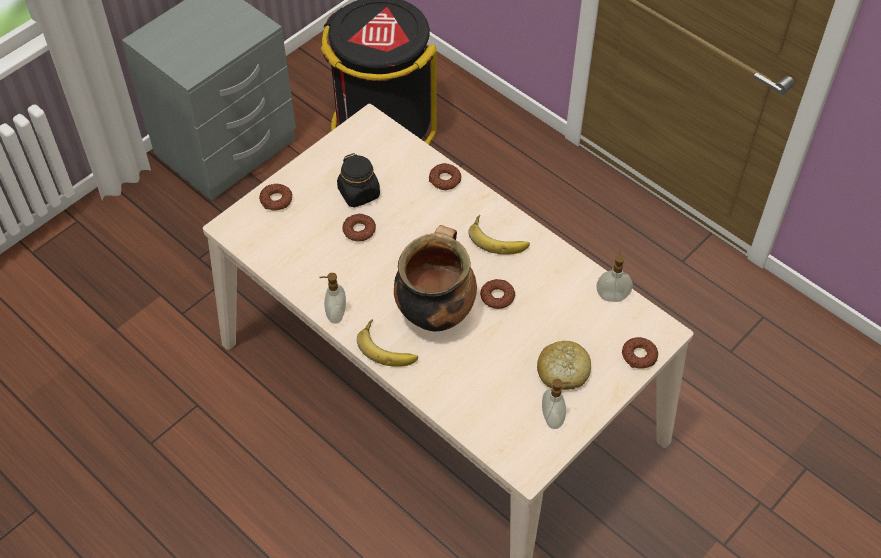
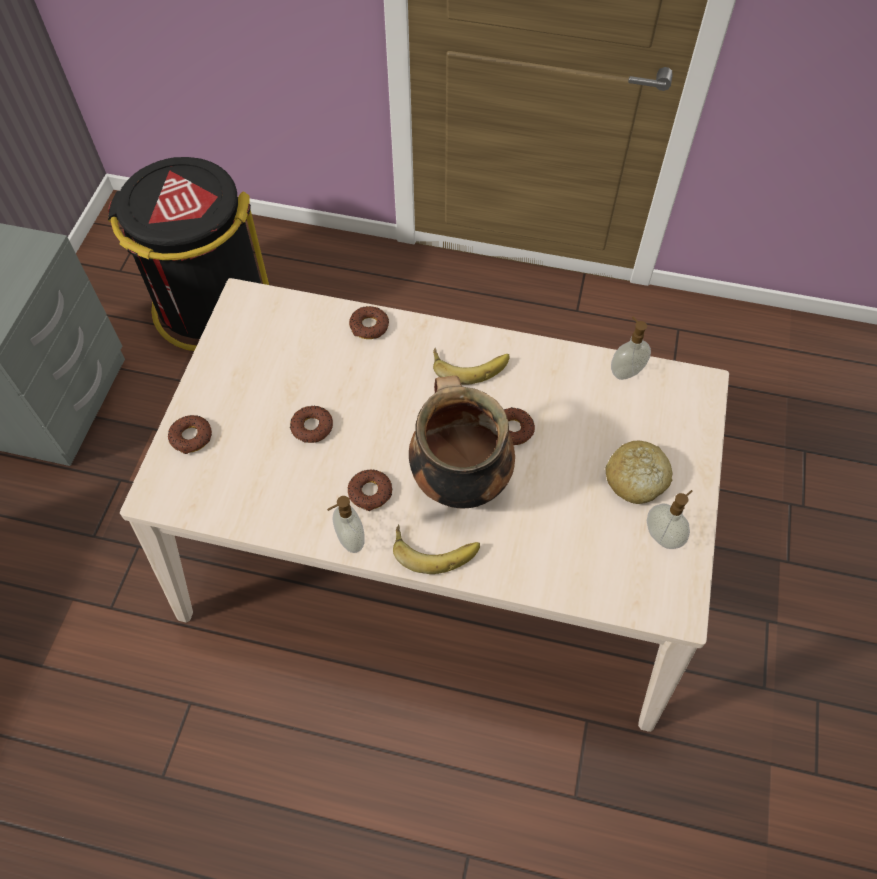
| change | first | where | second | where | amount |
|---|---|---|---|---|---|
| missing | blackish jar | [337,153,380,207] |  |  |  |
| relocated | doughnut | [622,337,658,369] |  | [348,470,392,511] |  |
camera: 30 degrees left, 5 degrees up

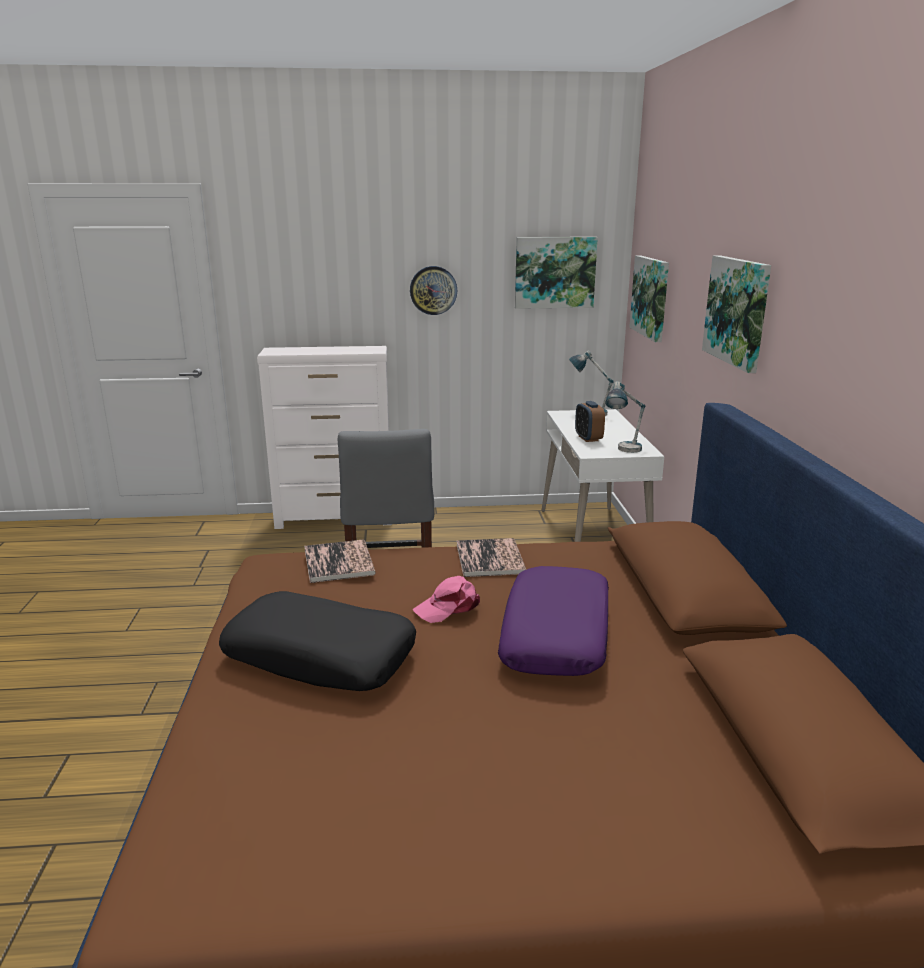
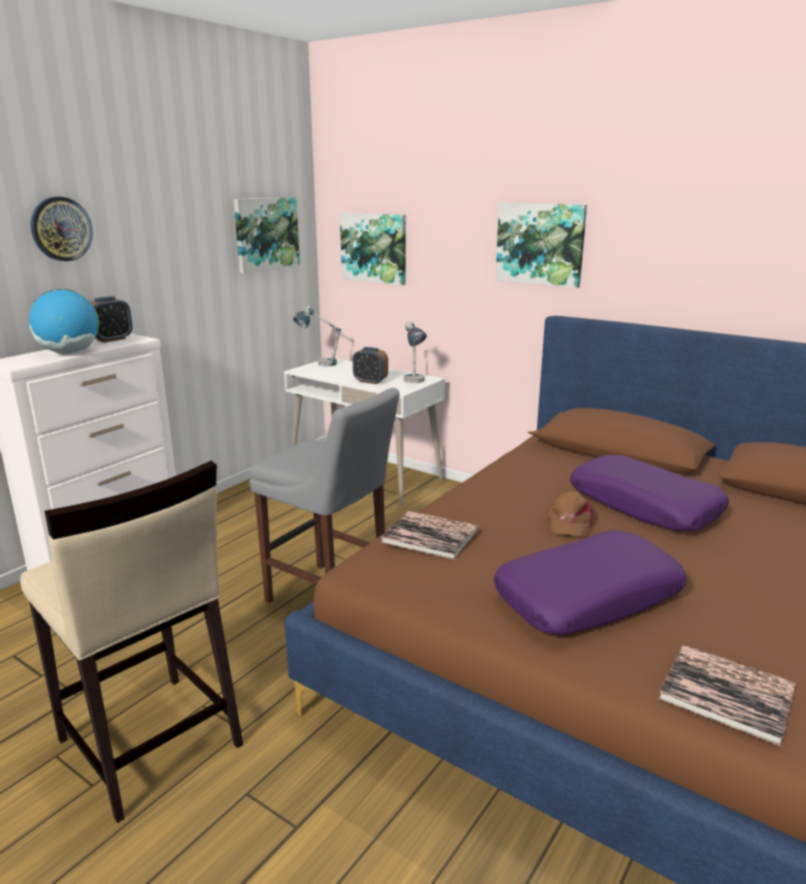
| change | first | where | second | where | amount |
|---|---|---|---|---|---|
| relocated | clock on the wall | [410,266,457,315] |  | [30,197,93,262] |  |
| relocated | bound book | [457,538,526,577] |  | [658,644,796,746] |  |
| colour | pink peaked cap | [413,576,480,623] | brown peaked cap | [547,491,594,537] |  |
| colour | blackish throw pillow | [219,591,416,691] | purple throw pillow | [494,530,687,635] |  |
| appeared |  |  | world globe | [29,289,99,354] |  |
| appeared |  |  | alarm clock | [90,296,133,343] |  |
| appeared |  |  | beige sitting stool | [20,461,243,823] |  |
camera: 50 degrees left, 0 degrees up

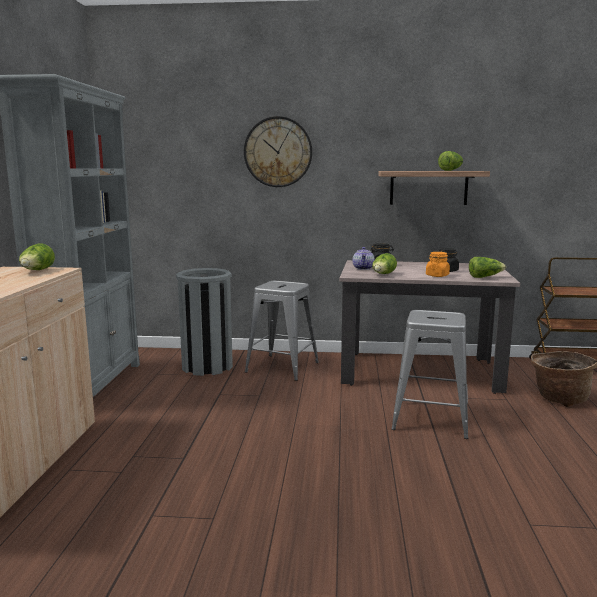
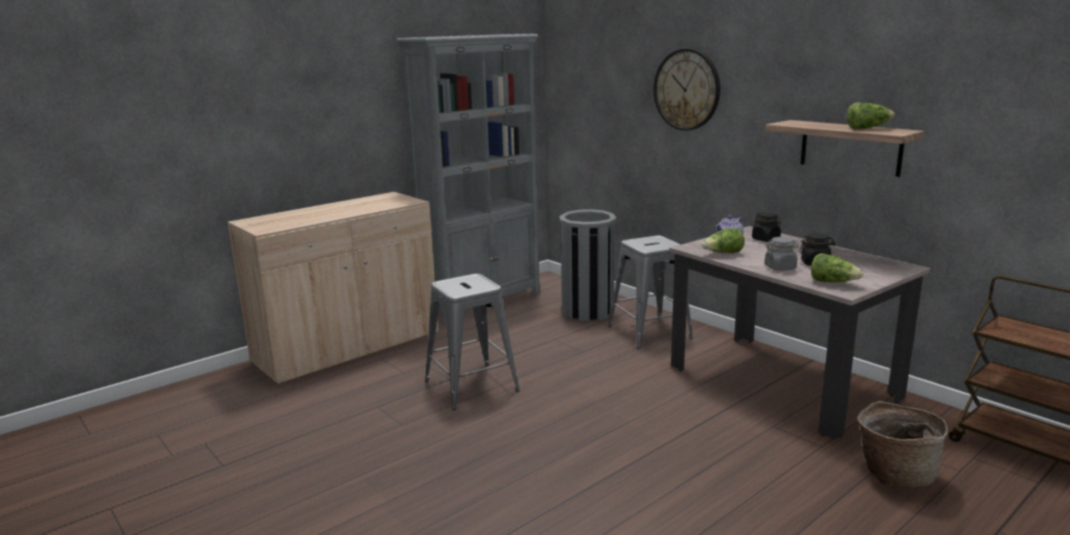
| change | first | where | second | where | amount |
|---|---|---|---|---|---|
| missing | lettuce | [19,243,55,270] |  |  |  |
| colour | orange-coloured jar | [426,252,450,277] | greyish jar | [764,237,799,271] |  |
| relocated | greyish sitting stool | [391,310,468,439] |  | [425,274,520,410] |  |
camera: 45 degrees right, 5 degrees up

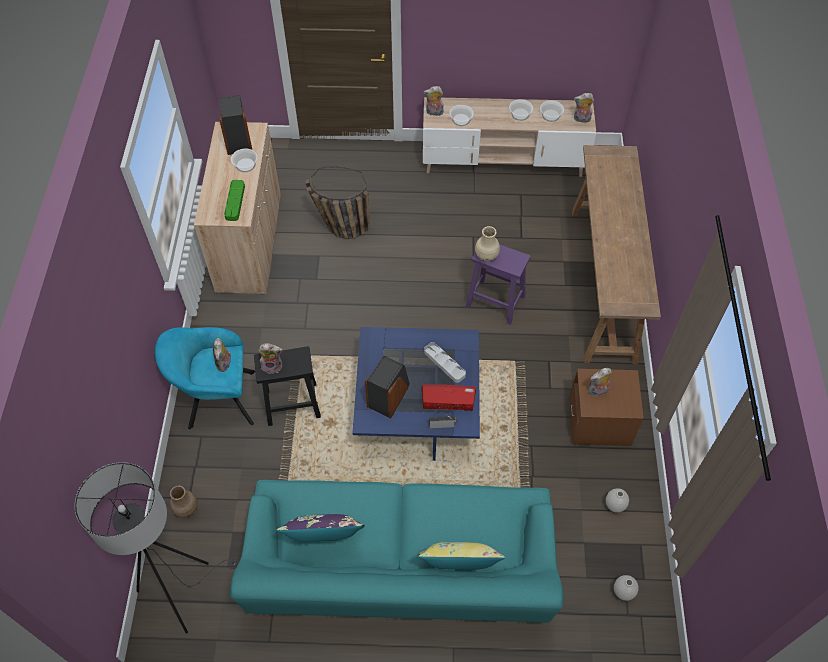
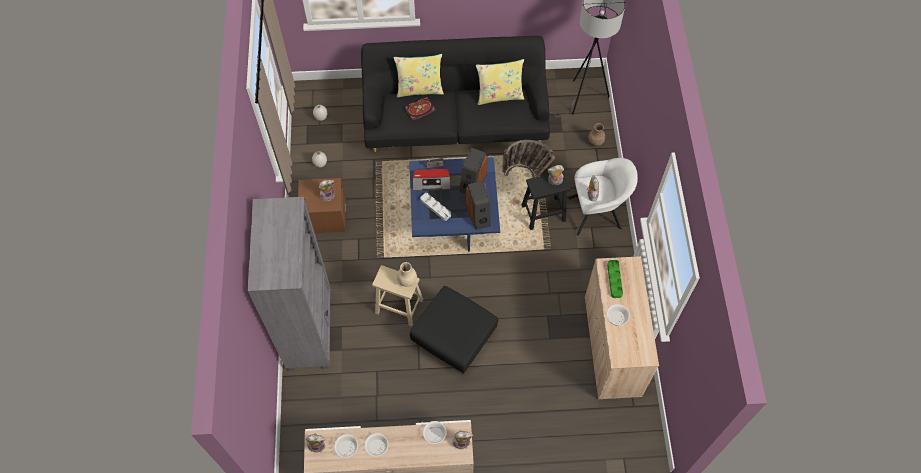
| change | first | where | second | where | amount |
|---|---|---|---|---|---|
| relocated | audio speaker | [219,95,252,155] |  | [466,181,491,230] |  |
| exchanged | brown hall table | [572,145,661,364] | greyish shelving unit | [248,197,331,371] |  |
| relocated | storage basket | [305,166,370,239] |  | [502,140,555,178] |  |
| colour | purple sitting stool | [466,244,531,325] | beige sitting stool | [372,265,423,327] |  |
| colour | blue-green armchair | [155,327,255,429] | white-coloured armchair | [567,158,638,236] |  |
| colour | blue-green sofa | [230,480,564,623] | blackish sofa | [361,36,550,152] |  |
| colour | purple throw pillow | [276,514,365,542] | yellow-coloured throw pillow | [476,59,524,105] |  |
| appeared |  |  | bound book | [405,97,436,121] |  |
| appeared |  |  | blackish pouffe | [410,286,499,374] |  |
camera: 175 degrees right, 5 degrees up

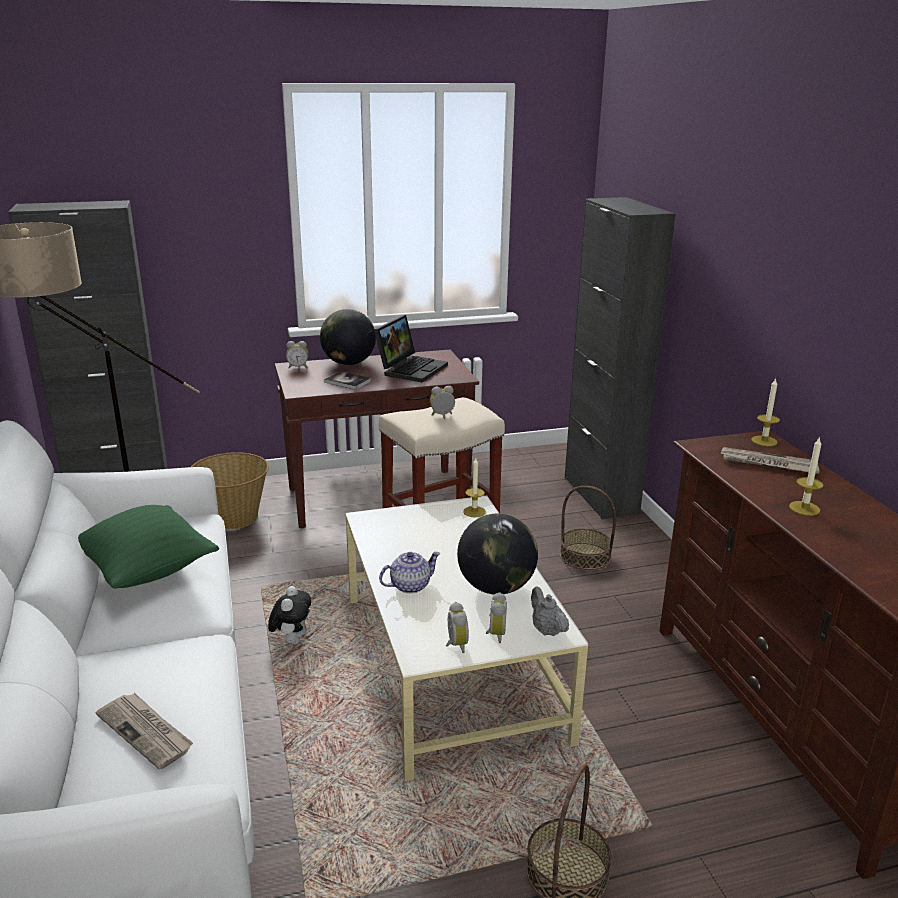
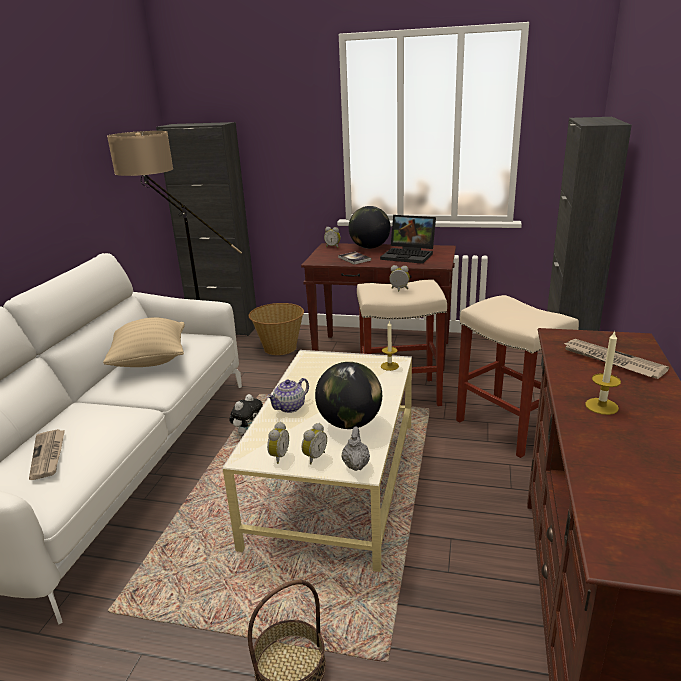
| change | first | where | second | where | amount |
|---|---|---|---|---|---|
| spun | laptop | [374,315,448,382] |  | [380,215,436,264] | 60 degrees clockwise |
| missing | wax candle | [751,378,780,446] |  |  |  |
| exchanged | storage basket | [560,486,616,570] | beige sitting stool | [456,295,579,458] |  |
| colour | green-coloured throw pillow | [78,505,219,589] | beige throw pillow | [103,317,185,367] |  |
| spun | pot for tea | [379,552,440,594] |  | [267,378,309,413] | 135 degrees clockwise |
camera: 30 degrees right, 0 degrees up

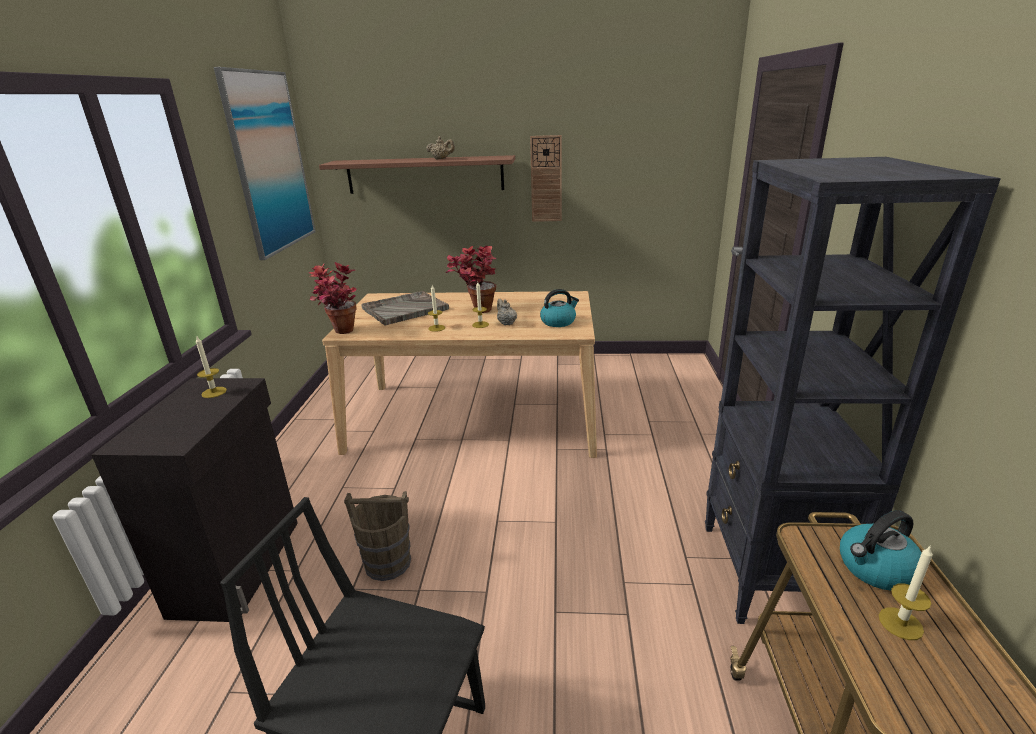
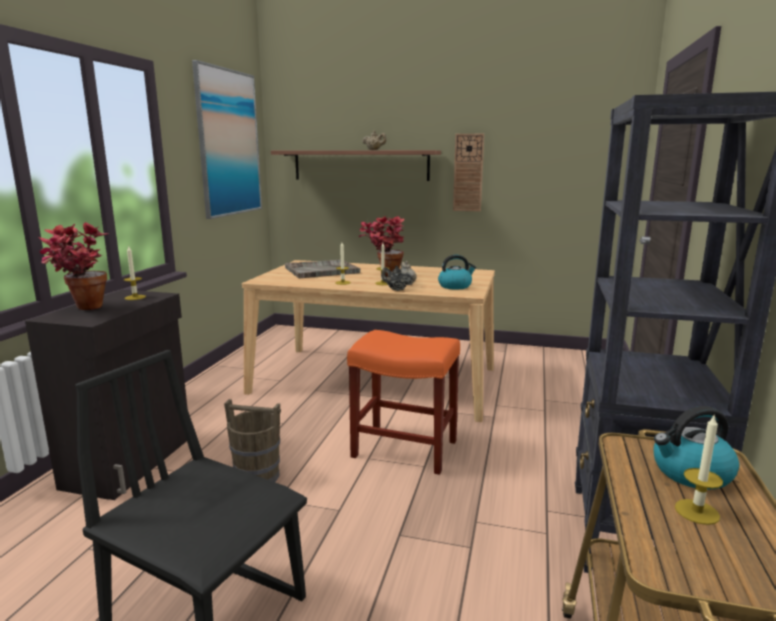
| change | first | where | second | where | amount |
|---|---|---|---|---|---|
| relocated | houseplant | [309,262,357,334] |  | [38,222,108,310] |  |
| appeared |  |  | blackish pot for tea | [381,266,413,291] |  |
| appeared |  |  | orange-coloured sitting stool | [347,330,460,475] |  |
camera: 10 degrees right, 10 degrees down

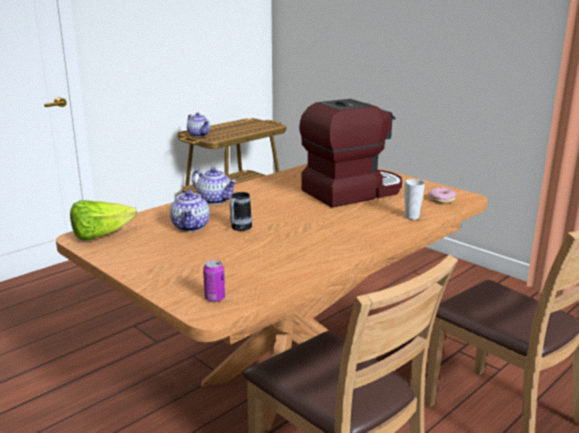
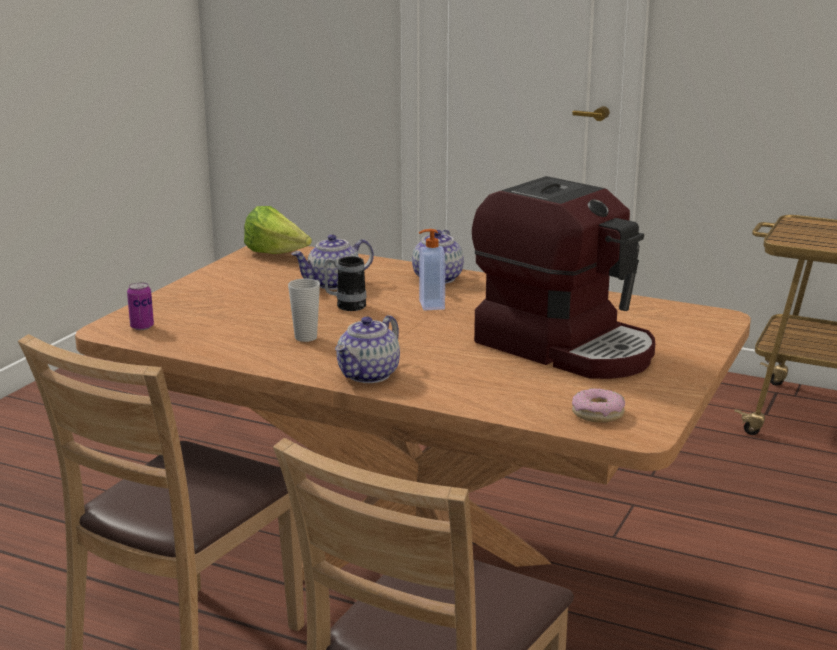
| change | first | where | second | where | amount |
|---|---|---|---|---|---|
| relocated | pot for tea | [187,113,210,137] |  | [335,315,400,383] |  |
| relocated | drinking cup | [404,179,425,220] |  | [288,279,320,342] |  |
| appeared |  |  | liquid soap bottle | [419,229,445,311] |  |
camera: 70 degrees right, 0 degrees up

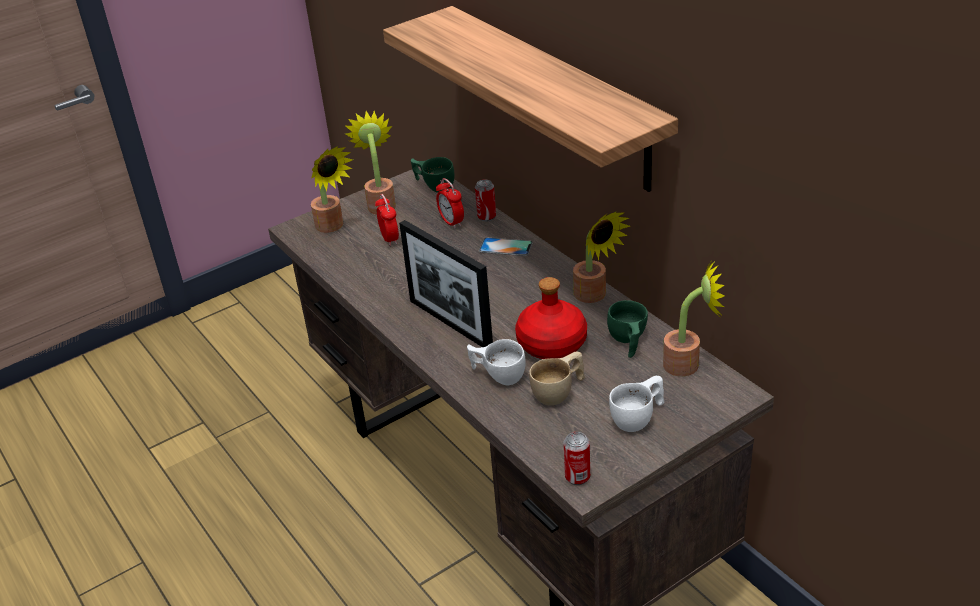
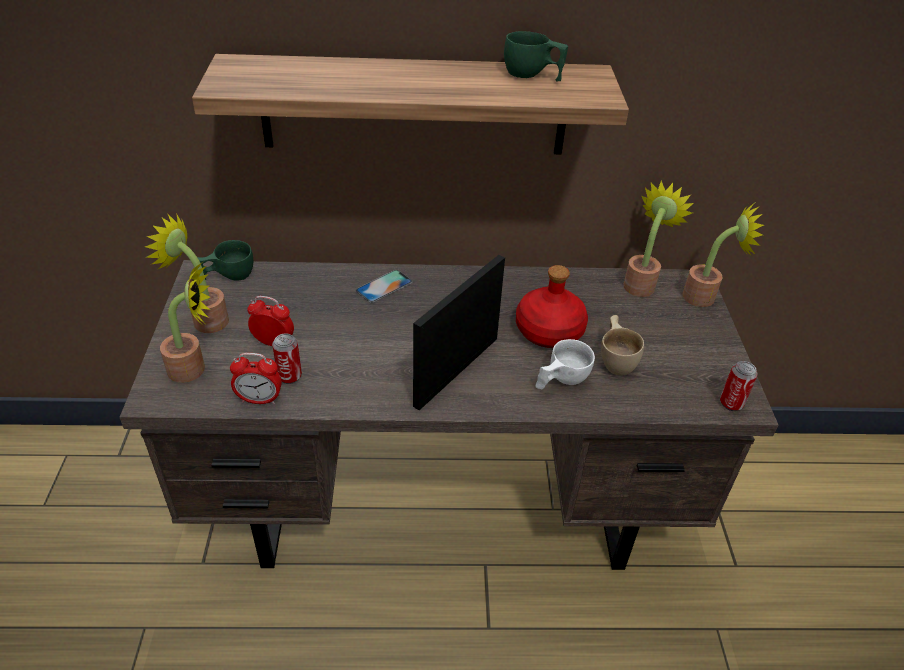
| change | first | where | second | where | amount |
|---|---|---|---|---|---|
| relocated | alarm clock | [436,178,464,229] |  | [230,353,282,404] |  |
| relocated | metal can | [475,179,496,222] |  | [272,334,302,384] |  |
| relocated | houseplant | [573,212,630,303] |  | [683,203,764,307] |  |
| spun | standing frame | [399,220,493,347] |  | [413,255,505,410] | 135 degrees clockwise |
| relocated | green-coloured drinking cup | [607,300,648,358] |  | [504,31,568,81] |  |
| missing | white-coloured drinking cup | [609,376,664,432] |  |  |  |
camera: 60 degrees left, 5 degrees up

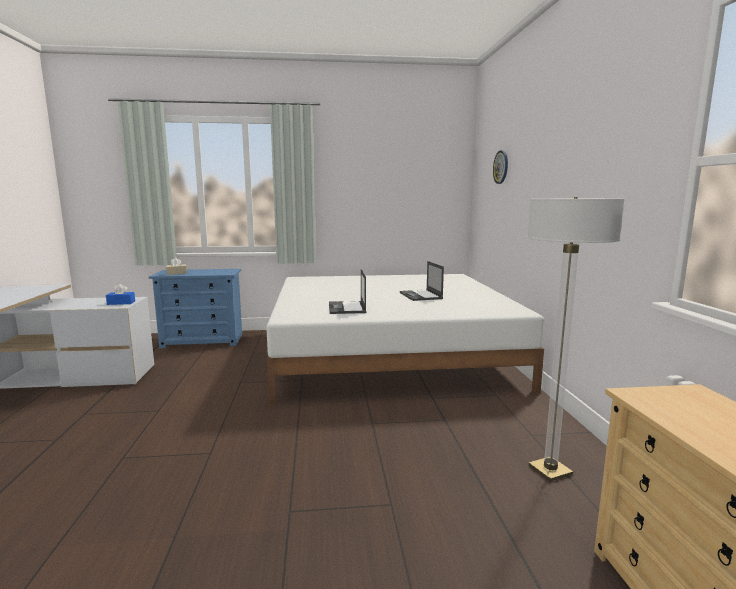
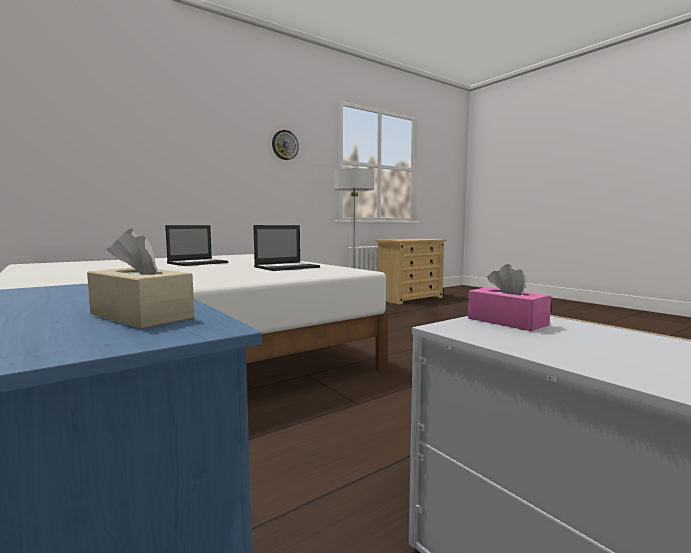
| change | first | where | second | where | amount |
|---|---|---|---|---|---|
| relocated | clock on the wall | [493,150,508,184] |  | [272,130,299,160] |  |
| colour | blue tissue holder | [106,284,135,305] | pink tissue holder | [468,264,551,331] |  |
camera: 120 degrees left, 5 degrees down

